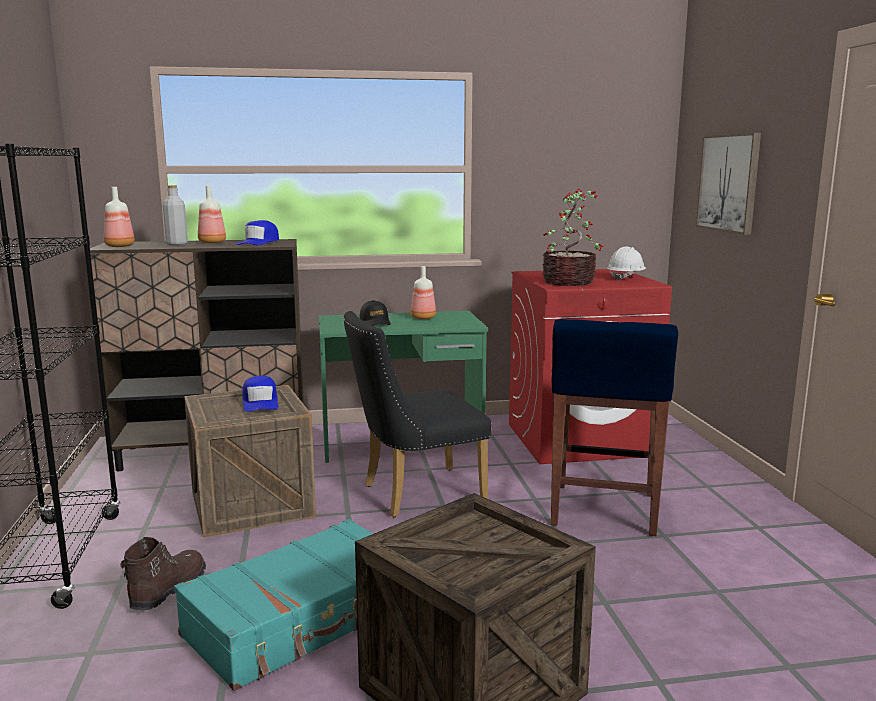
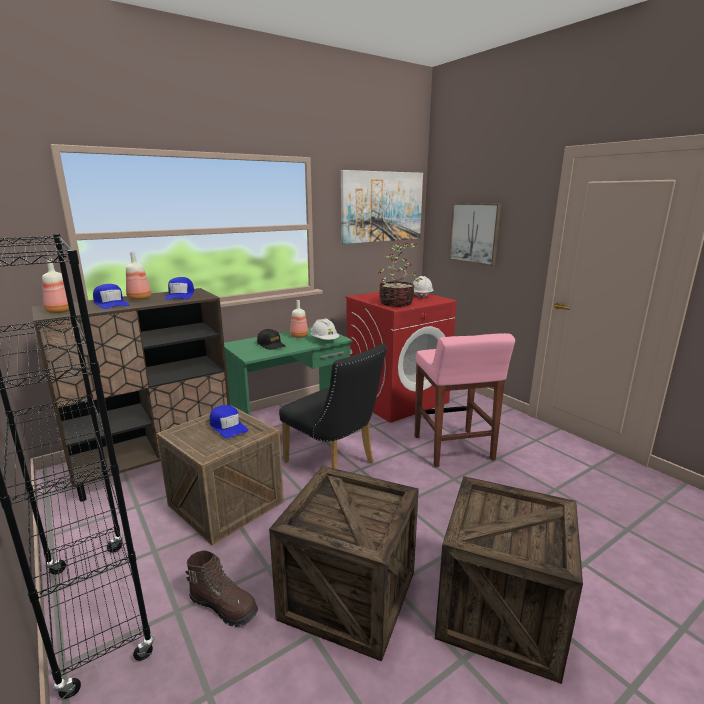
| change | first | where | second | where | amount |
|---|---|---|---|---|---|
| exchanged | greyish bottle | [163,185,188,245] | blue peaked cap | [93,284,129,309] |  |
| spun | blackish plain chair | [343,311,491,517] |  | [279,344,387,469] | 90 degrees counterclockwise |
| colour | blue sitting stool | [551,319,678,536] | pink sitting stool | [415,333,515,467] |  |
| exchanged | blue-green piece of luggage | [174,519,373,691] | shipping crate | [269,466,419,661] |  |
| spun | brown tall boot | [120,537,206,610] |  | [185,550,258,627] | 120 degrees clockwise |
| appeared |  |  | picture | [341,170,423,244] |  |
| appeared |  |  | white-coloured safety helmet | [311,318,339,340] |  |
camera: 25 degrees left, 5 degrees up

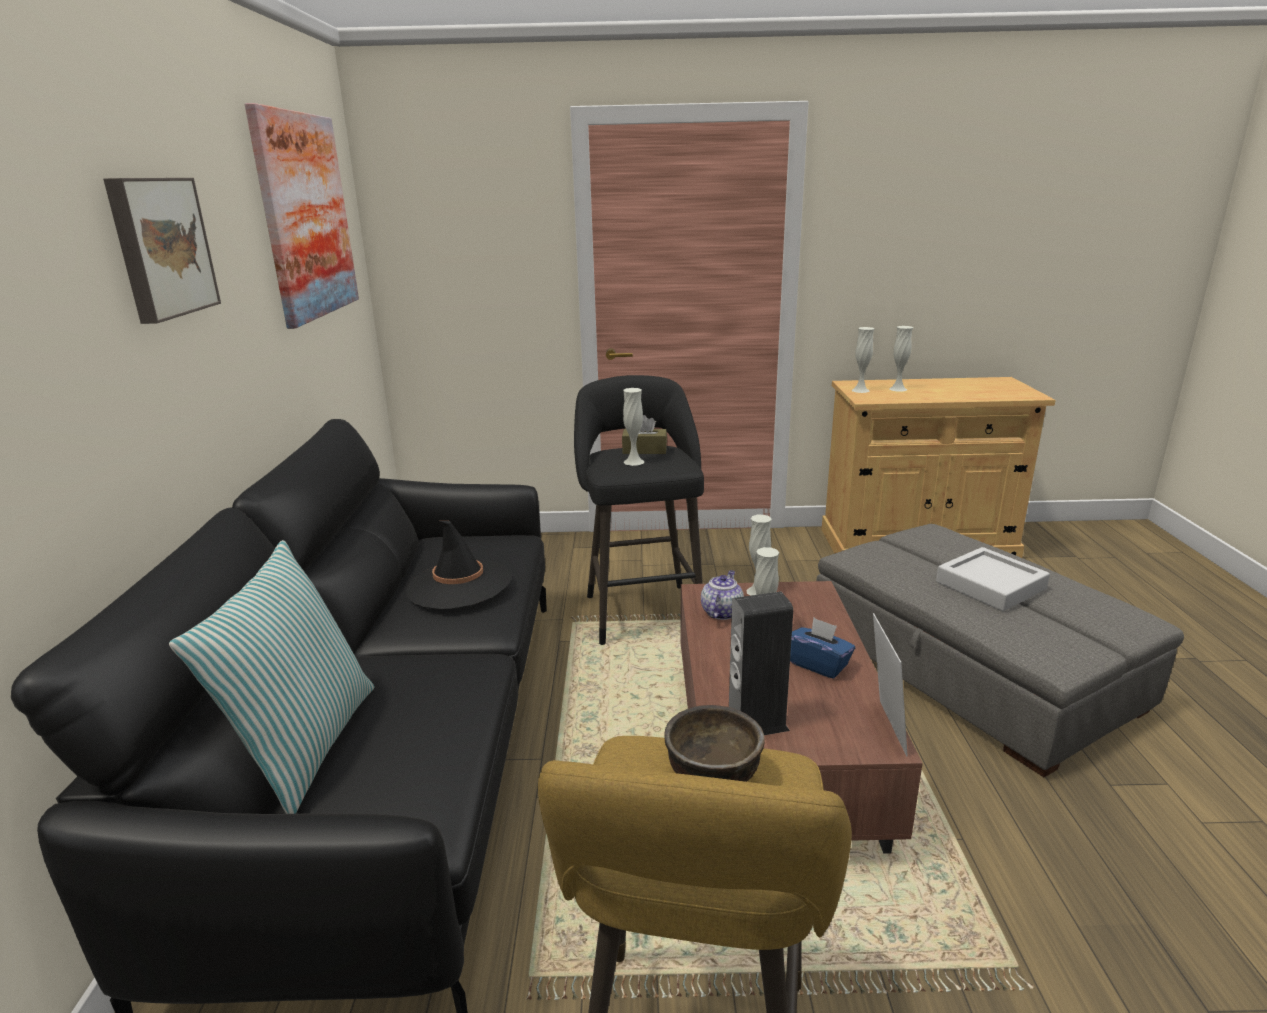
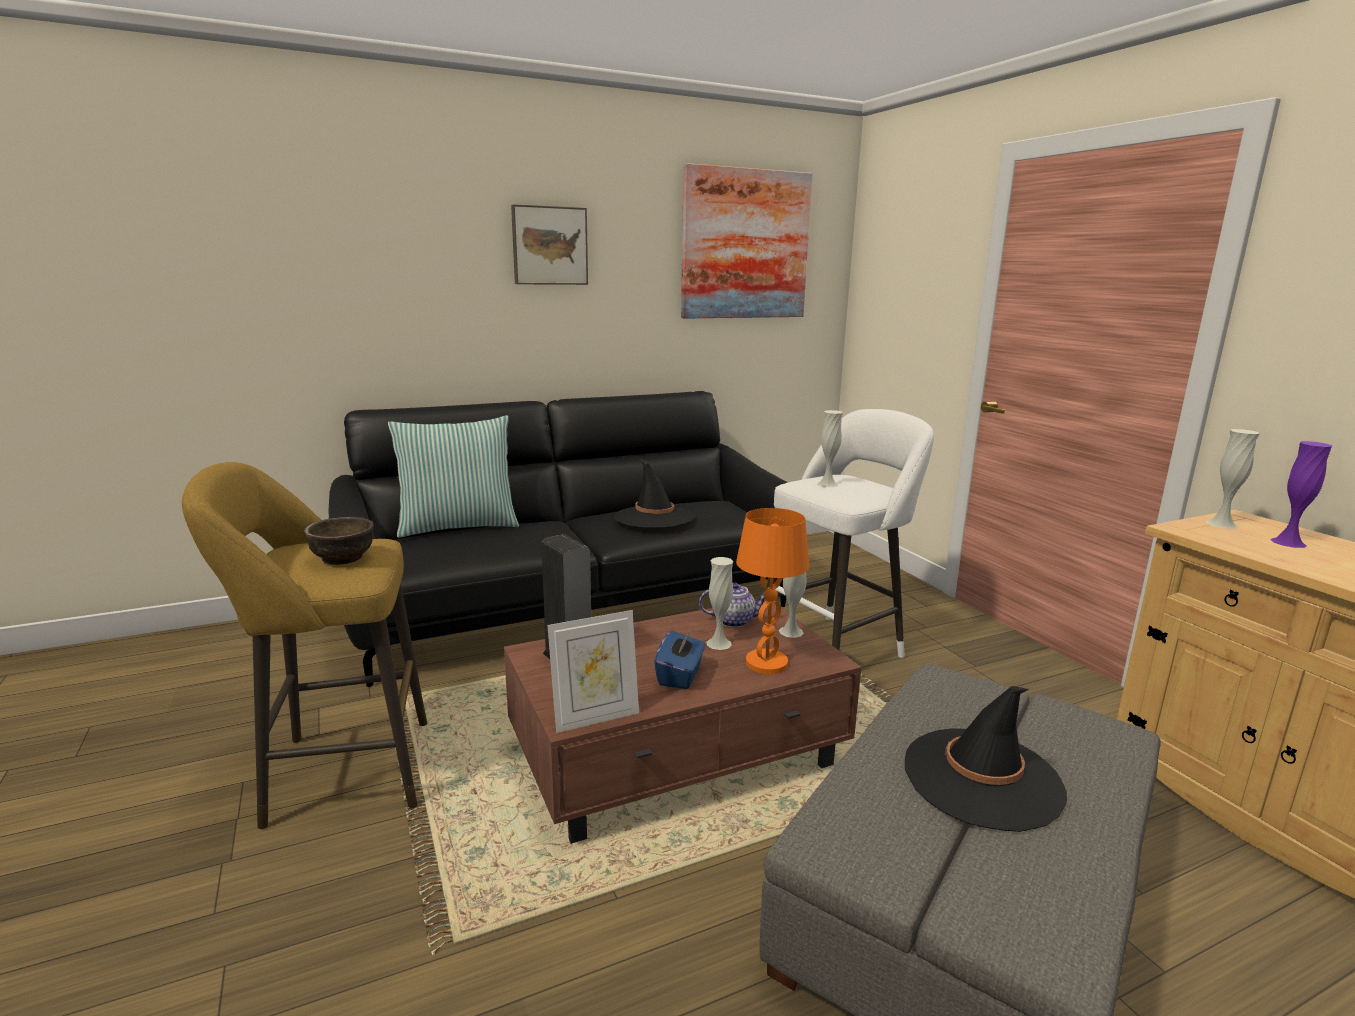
| change | first | where | second | where | amount |
|---|---|---|---|---|---|
| colour | white-coloured flower vase | [889,326,913,391] | purple flower vase | [1270,441,1332,548] |  |
| colour | blackish sitting stool | [574,375,704,645] | white-coloured sitting stool | [767,409,934,658] |  |
| missing | brown tissue holder | [622,415,667,454] |  |  |  |
| exchanged | greyish tray | [936,547,1050,611] | blackish wearable hat | [905,686,1067,832] |  |
| appeared |  |  | orange-coloured lamp for a table | [736,508,809,674] |  |
camera: 65 degrees right, 5 degrees down

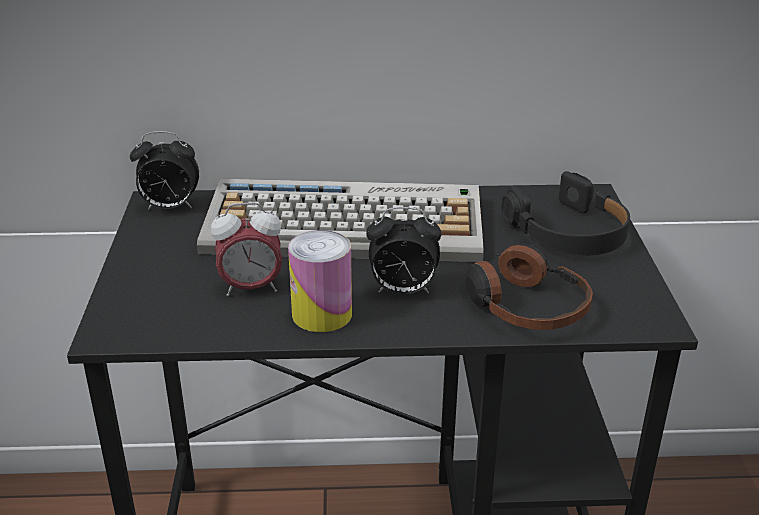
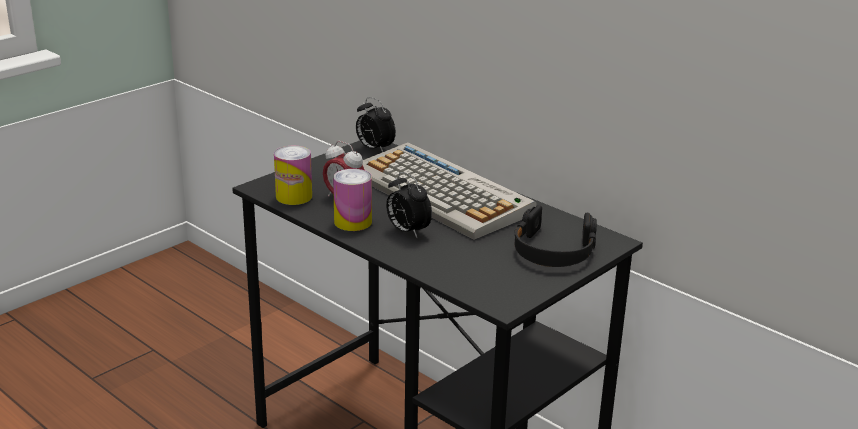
| change | first | where | second | where | amount |
|---|---|---|---|---|---|
| missing | headphones | [463,243,593,330] |  |  |  |
| appeared |  |  | metal can | [274,146,312,205] |  |
camera: 45 degrees right, 5 degrees down

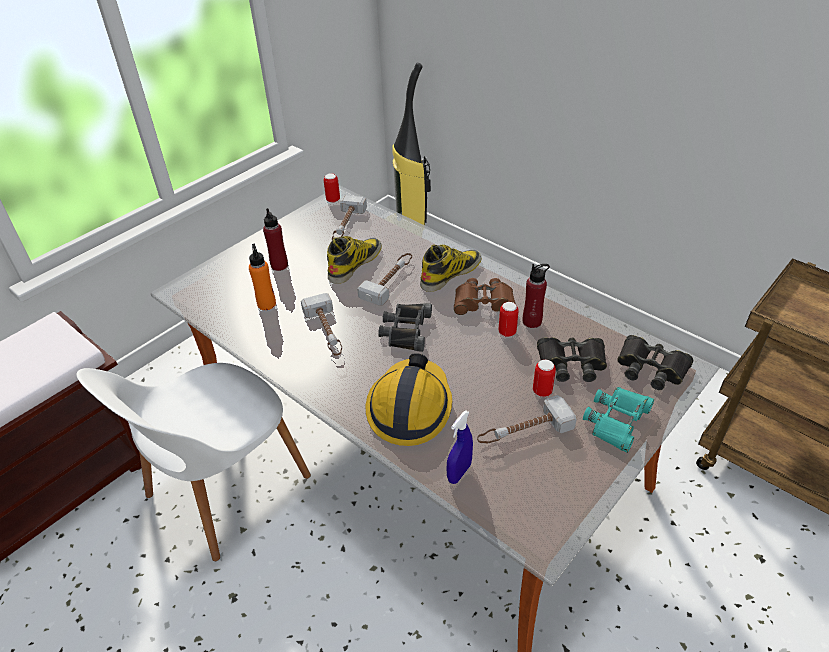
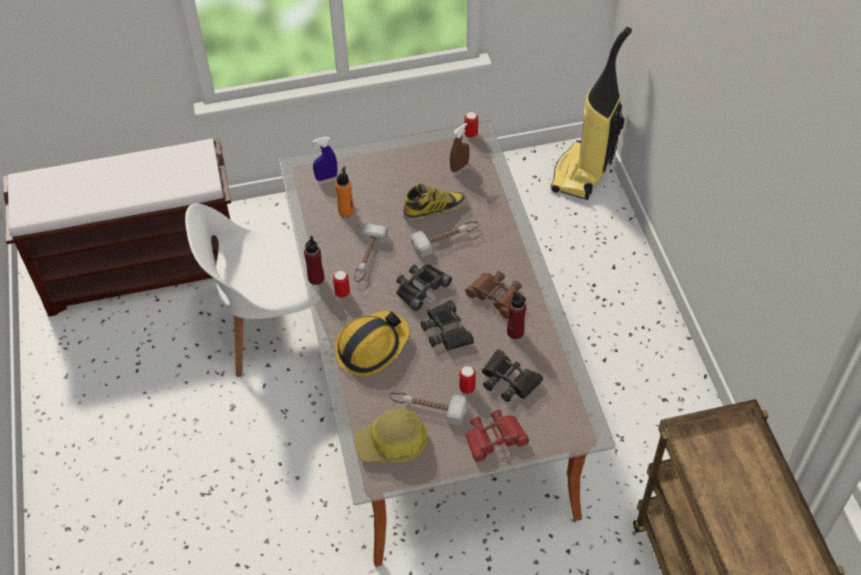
| change | first | where | second | where | amount |
|---|---|---|---|---|---|
| exchanged | hand hammer | [332,195,367,240] | brown hand sprayer | [450,123,470,172] |  |
| relocated | red-coloured bottle | [263,208,288,271] |  | [304,236,324,285] |  |
| missing | tall boot | [420,244,482,292] |  |  |  |
| relocated | metal can | [498,302,519,337] |  | [333,271,350,298] |  |
| relocated | blackish pair of binoculars | [617,335,693,390] |  | [421,300,474,351] |  |
| colour | blue-green pair of binoculars | [583,387,654,453] | red-coloured pair of binoculars | [465,410,529,462] |  |
| relocated | blue hand sprayer | [446,410,473,484] |  | [312,137,338,181] |  |
| appeared |  |  | safety helmet | [355,408,429,463] |  |
camera: 35 degrees right, 10 degrees up

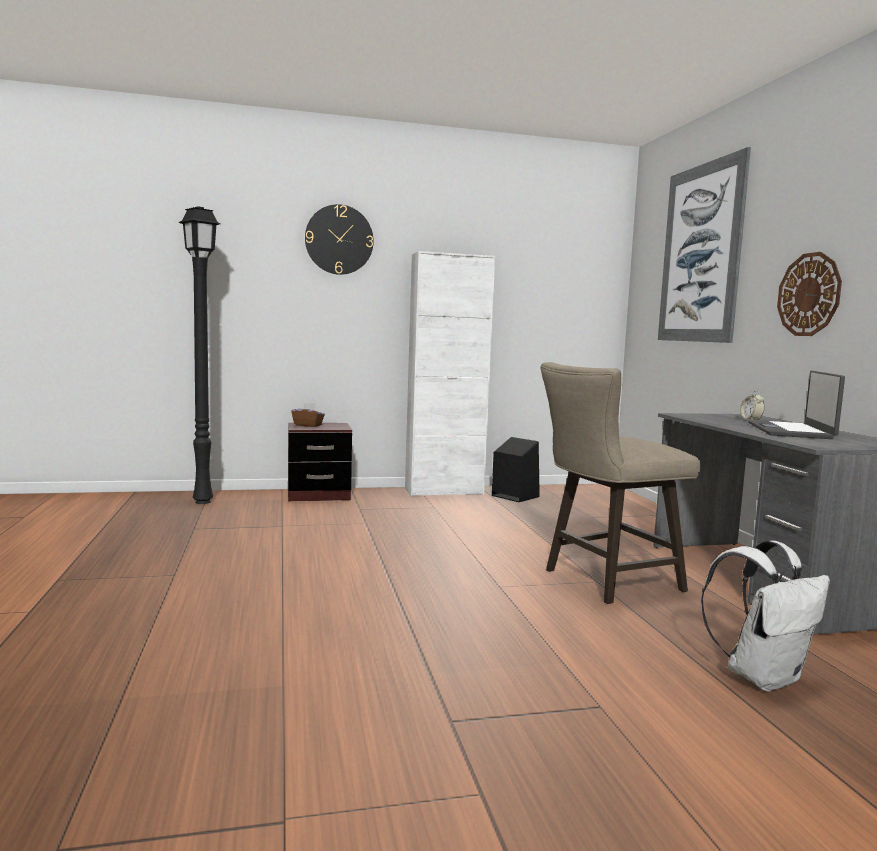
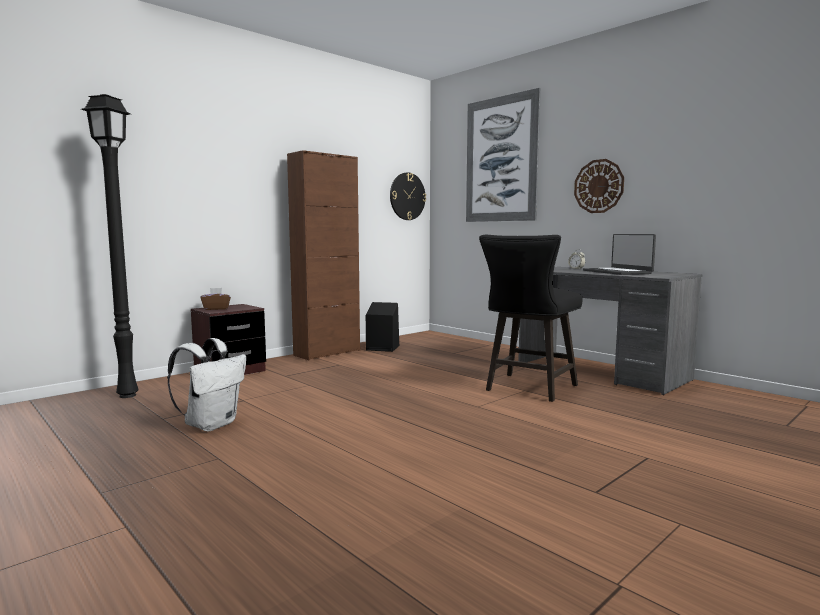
| change | first | where | second | where | amount |
|---|---|---|---|---|---|
| relocated | clock on the wall | [305,204,374,275] |  | [390,172,426,220] |  |
| colour | white-coloured cupboard | [405,251,495,497] | brown cupboard | [287,150,360,360] |  |
| colour | beige sitting stool | [540,362,701,604] | blackish sitting stool | [479,235,582,402] |  |
| relocated | white-coloured knapsack | [701,541,830,692] |  | [167,338,246,431] |  |
camera: 30 degrees left, 0 degrees up

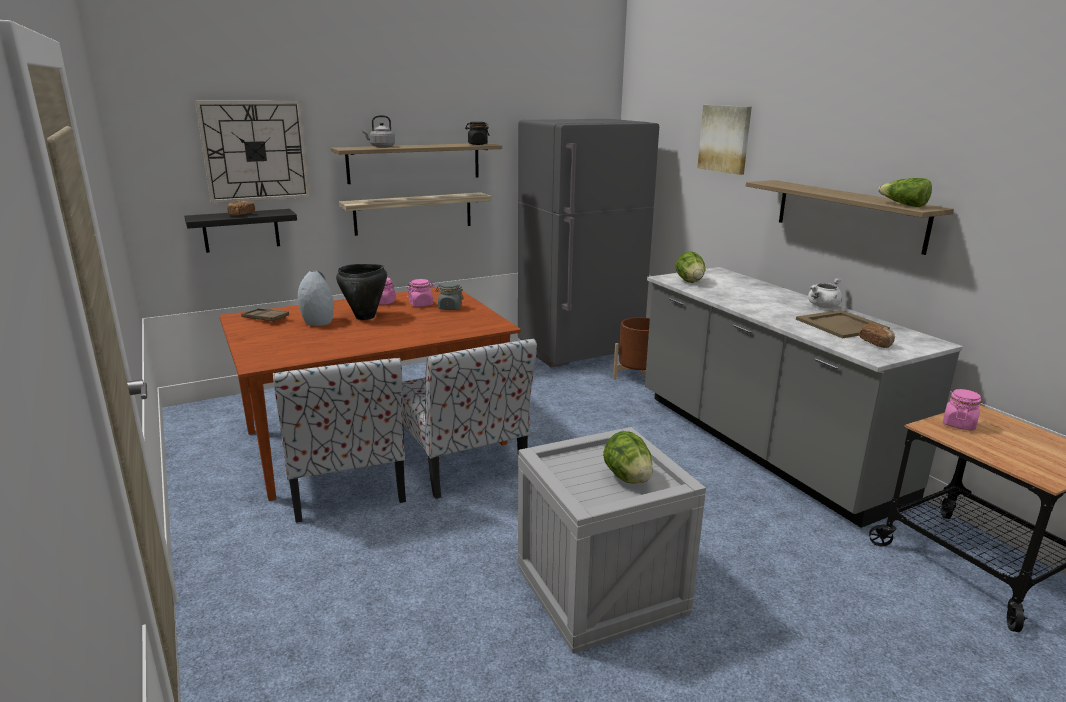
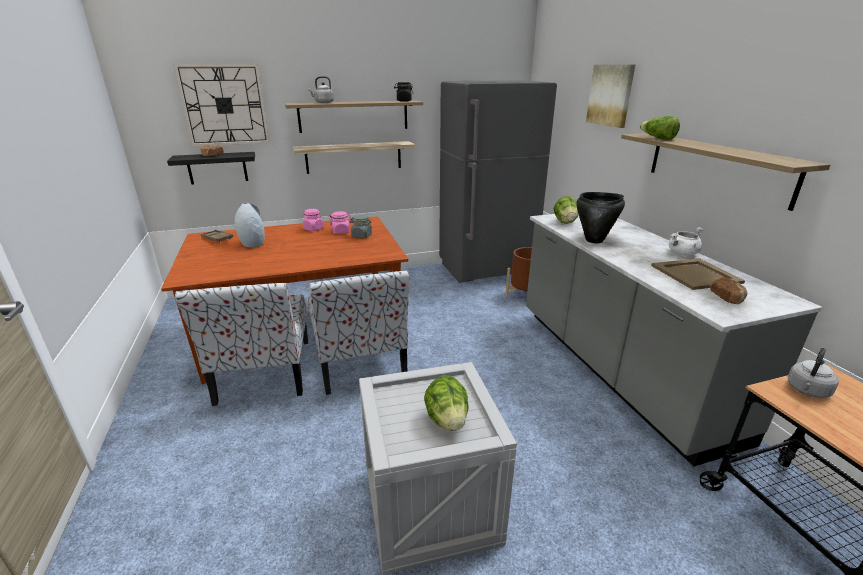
| change | first | where | second | where | amount |
|---|---|---|---|---|---|
| relocated | lettuce | [878,178,932,207] |  | [640,116,680,140] |  |
| relocated | blackish stockpot | [336,264,387,320] |  | [576,192,625,243] |  |
| exchanged | pink jar | [943,389,981,431] | greyish water kettle | [788,348,839,398] |  |
camera: 10 degrees right, 5 degrees up

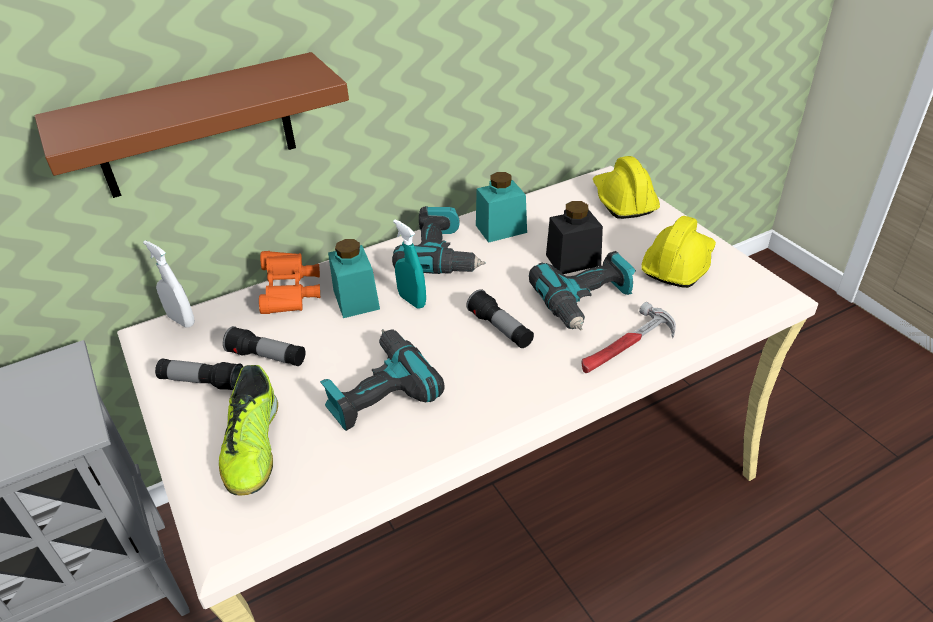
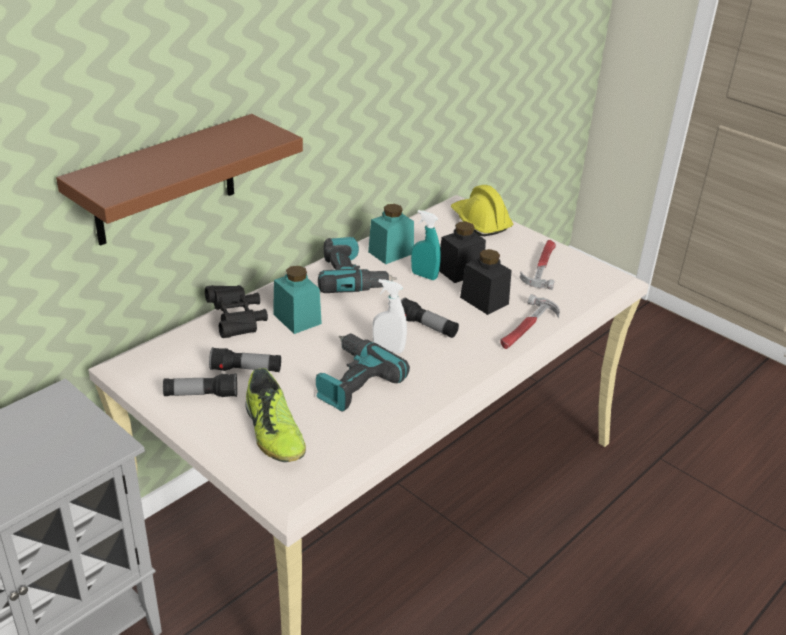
| change | first | where | second | where | amount |
|---|---|---|---|---|---|
| exchanged | yellow-coloured safety helmet | [641,216,716,288] | hand hammer | [520,240,556,290] |  |
| relocated | blue-green hand sprayer | [393,219,426,309] |  | [411,210,441,280] |  |
| relocated | white-coloured hand sprayer | [143,240,195,328] |  | [372,279,407,354] |  |
| colour | orange-coloured pair of binoculars | [259,251,320,314] | blackish pair of binoculars | [205,285,268,338] |  |
| exchanged | electric drill | [529,251,636,331] | blackish jar | [460,249,512,315] |  |
camera: 20 degrees left, 5 degrees down

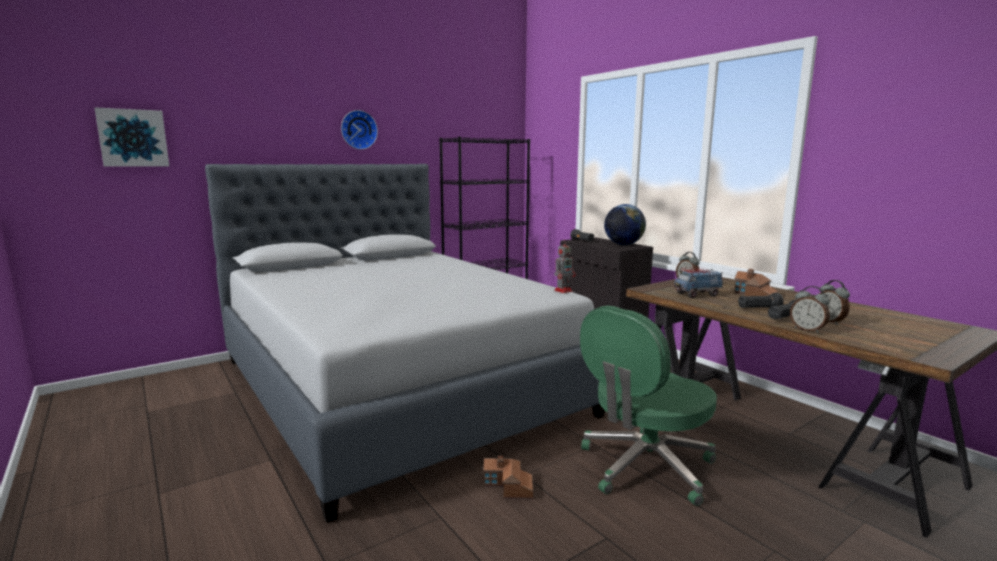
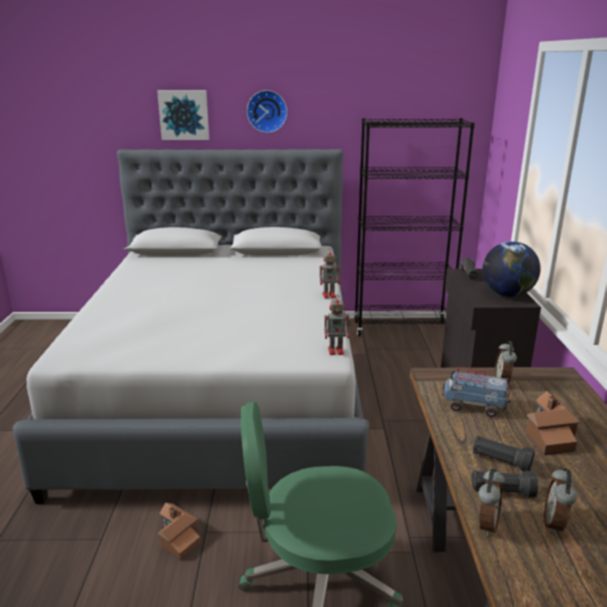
| change | first | where | second | where | amount |
|---|---|---|---|---|---|
| relocated | picture | [94,107,169,167] |  | [157,90,209,140] |  |
| spun | alarm clock | [790,286,830,333] |  | [478,468,505,536] | 150 degrees counterclockwise |
| appeared |  |  | robot figure | [320,250,340,298] |  |
camera: 35 degrees right, 10 degrees up

